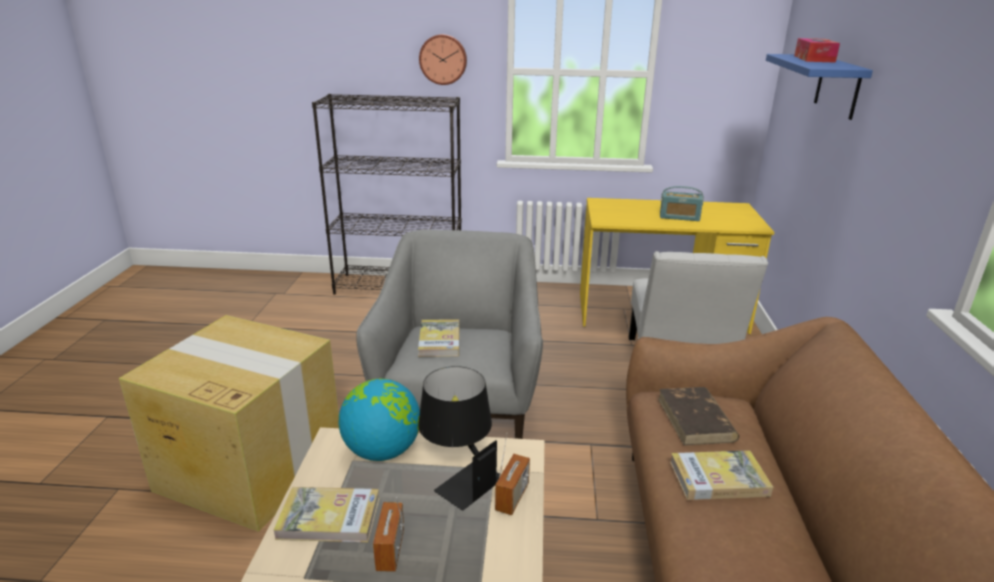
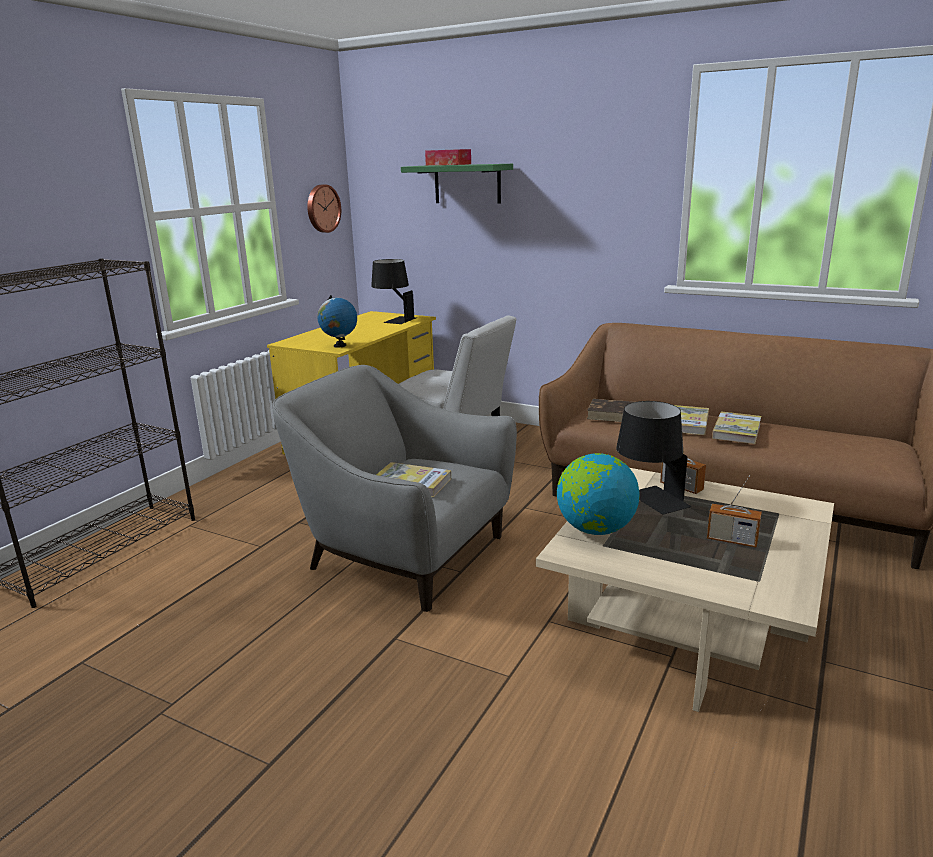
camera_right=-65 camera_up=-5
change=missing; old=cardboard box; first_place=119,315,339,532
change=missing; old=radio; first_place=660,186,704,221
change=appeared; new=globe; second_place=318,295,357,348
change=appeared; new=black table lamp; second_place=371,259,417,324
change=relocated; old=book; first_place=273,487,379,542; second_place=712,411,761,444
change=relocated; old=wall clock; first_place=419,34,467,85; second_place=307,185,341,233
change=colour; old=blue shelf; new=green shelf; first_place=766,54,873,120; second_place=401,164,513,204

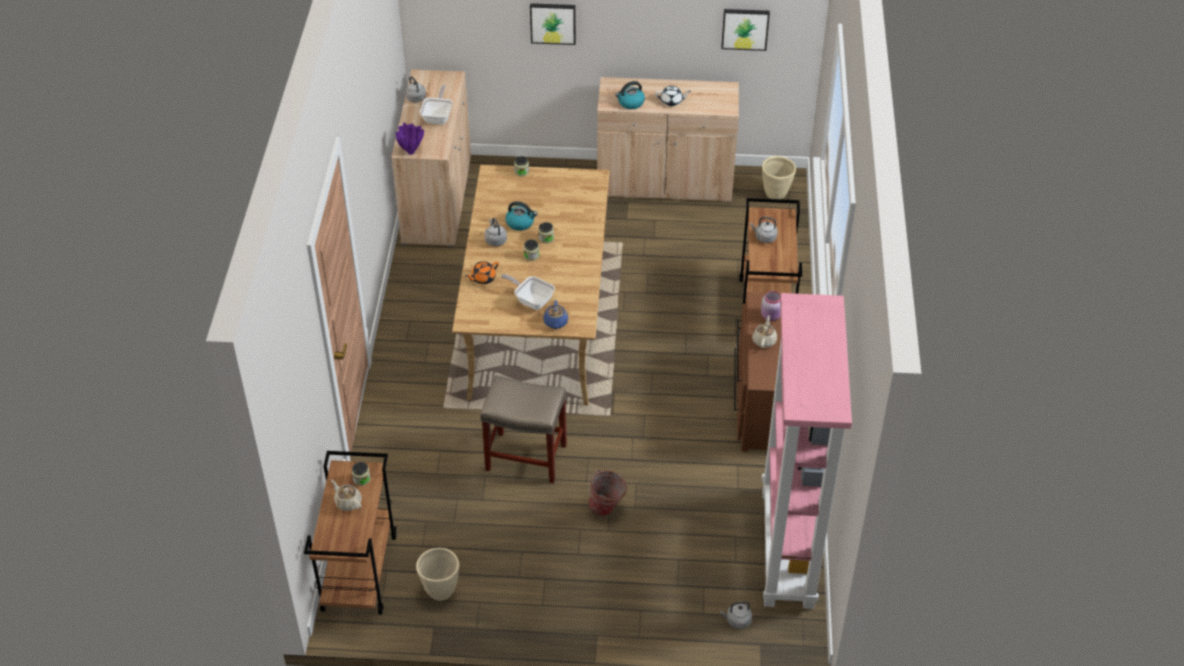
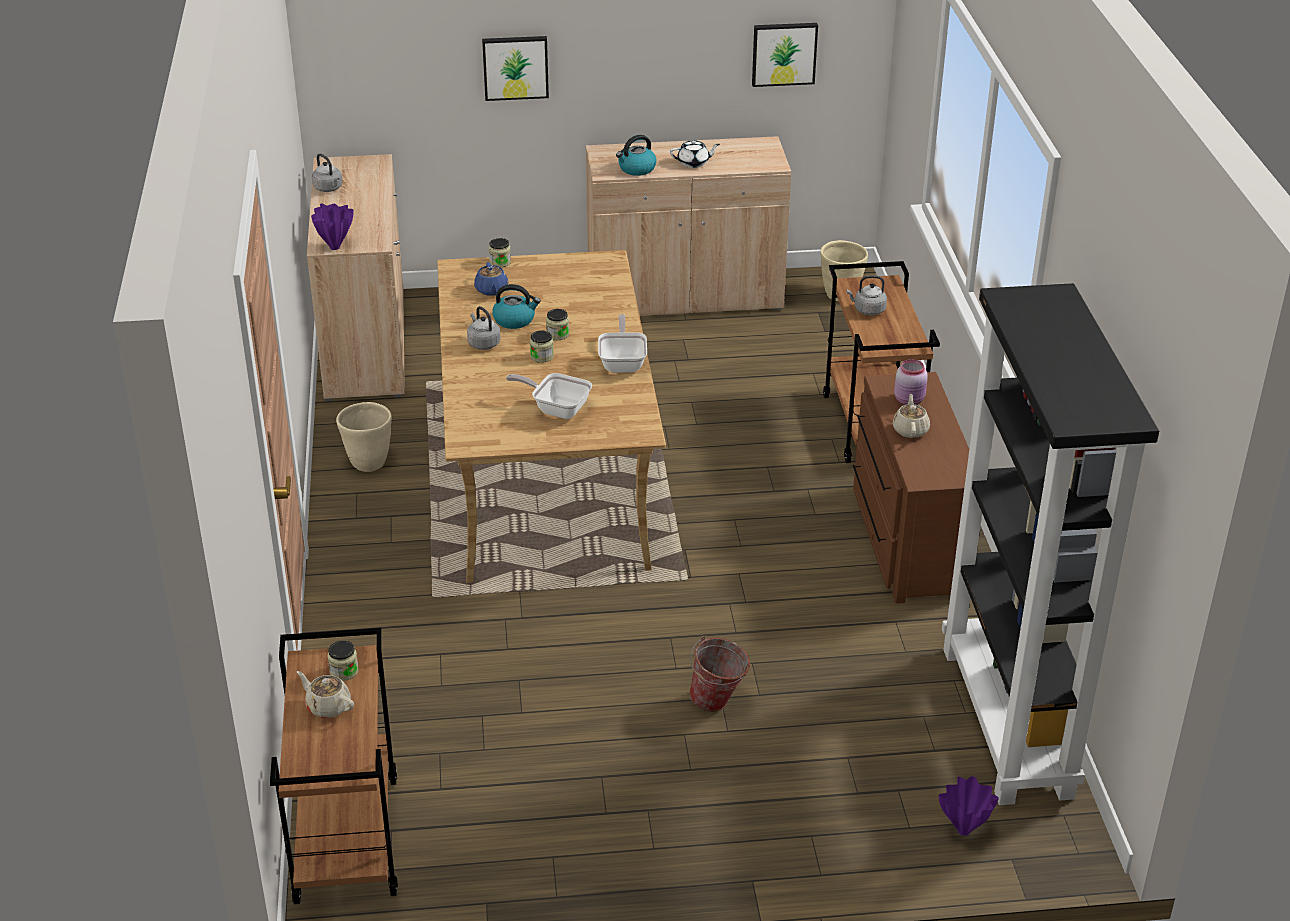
camera_right=-10 camera_up=-10
change=missing; old=orange teapot; first_place=466,261,499,284
change=missing; old=beige stool; first_place=480,375,567,484
change=relocated; old=beige planter; first_place=416,548,459,601; second_place=336,402,392,472
change=relocated; old=frying pan; first_place=420,85,453,125; second_place=598,314,647,373
change=relocated; old=blue teapot; first_place=543,300,569,329; second_place=474,262,508,296
change=exchanged; old=grey kettle; new=purple vase; first_place=720,601,752,629; second_place=939,776,999,836
change=colour; old=pink bookcase; new=black bookcase; first_place=762,293,852,609; second_place=942,283,1159,805

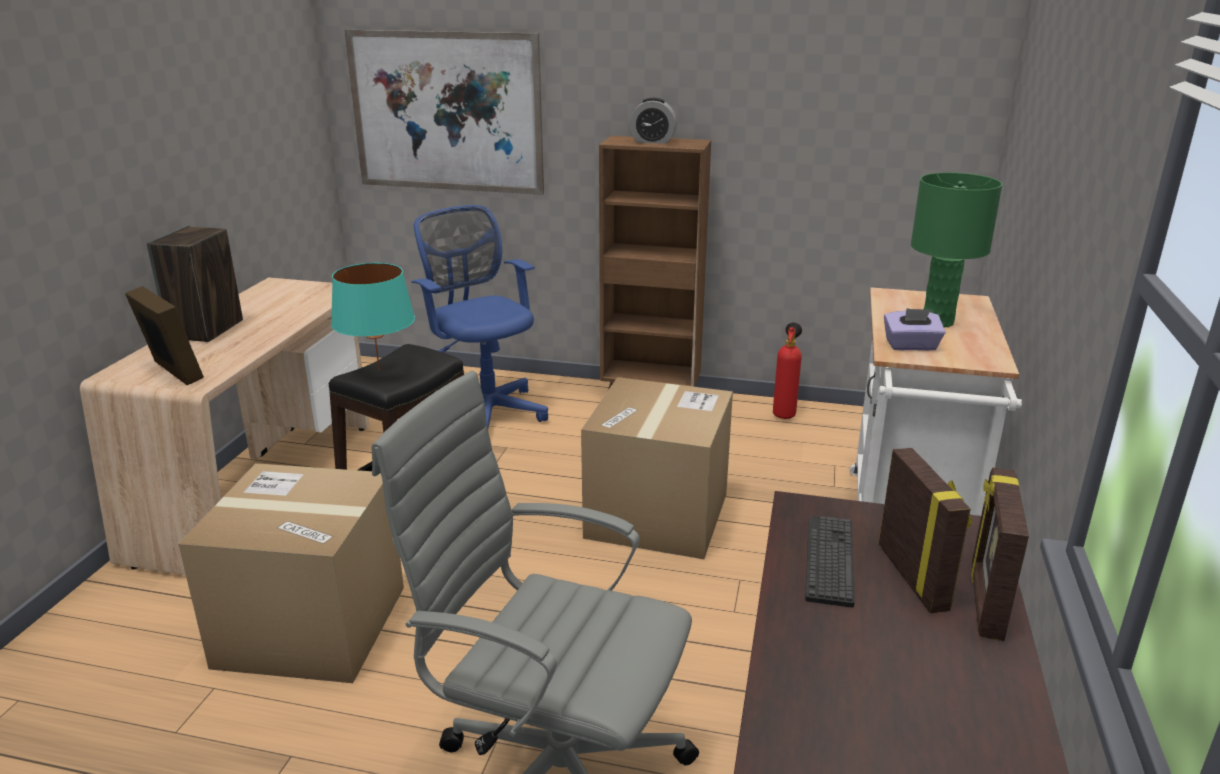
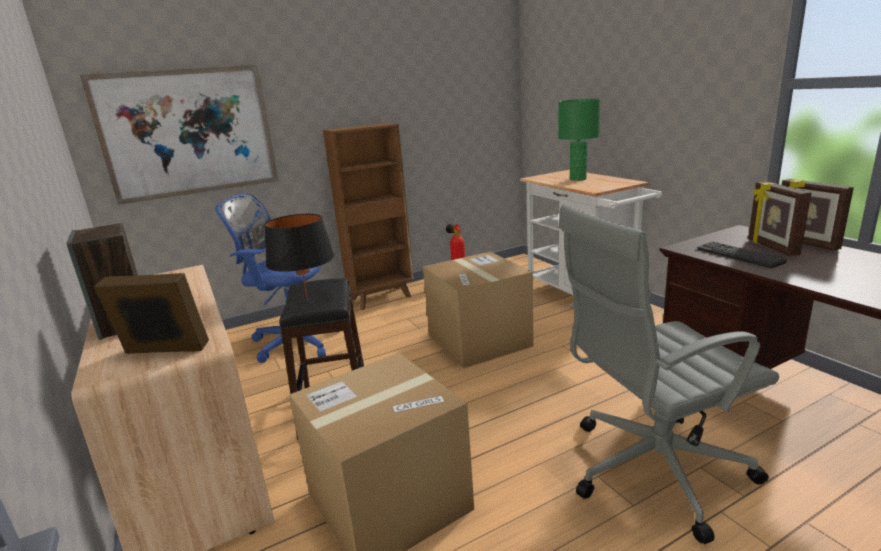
camera_right=-40 camera_up=-5
change=missing; old=alarm clock; first_place=630,98,677,144
change=missing; old=purple tissue box; first_place=884,308,946,351
change=colour; old=turquoise table lamp; new=black table lamp; first_place=331,263,415,370; second_place=264,214,334,301
change=spun; old=picture frame; first_place=879,448,972,613; second_place=748,181,811,256; degrees=-135

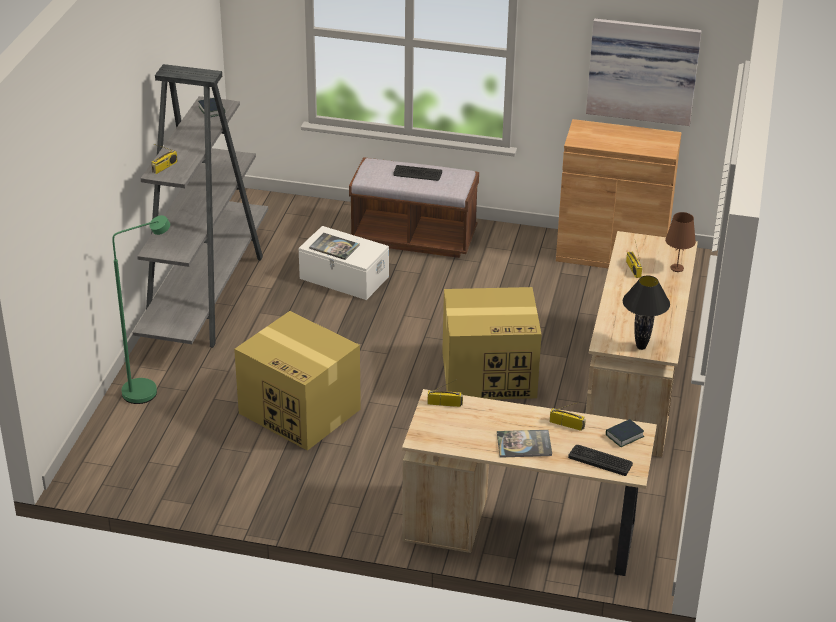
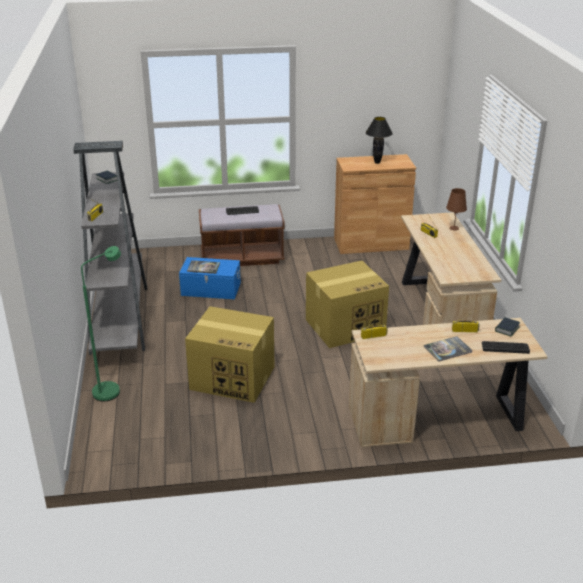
camera_right=-20 camera_up=-5
change=missing; old=picture; first_place=586,18,702,126
change=relocated; old=black table lamp; first_place=623,275,670,350; second_place=366,117,393,164
change=colour; old=white storage box; new=blue storage box; first_place=299,226,389,300; second_place=179,257,241,299

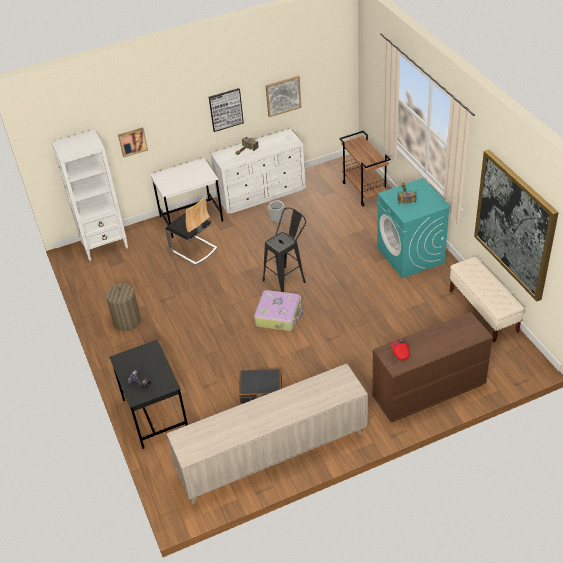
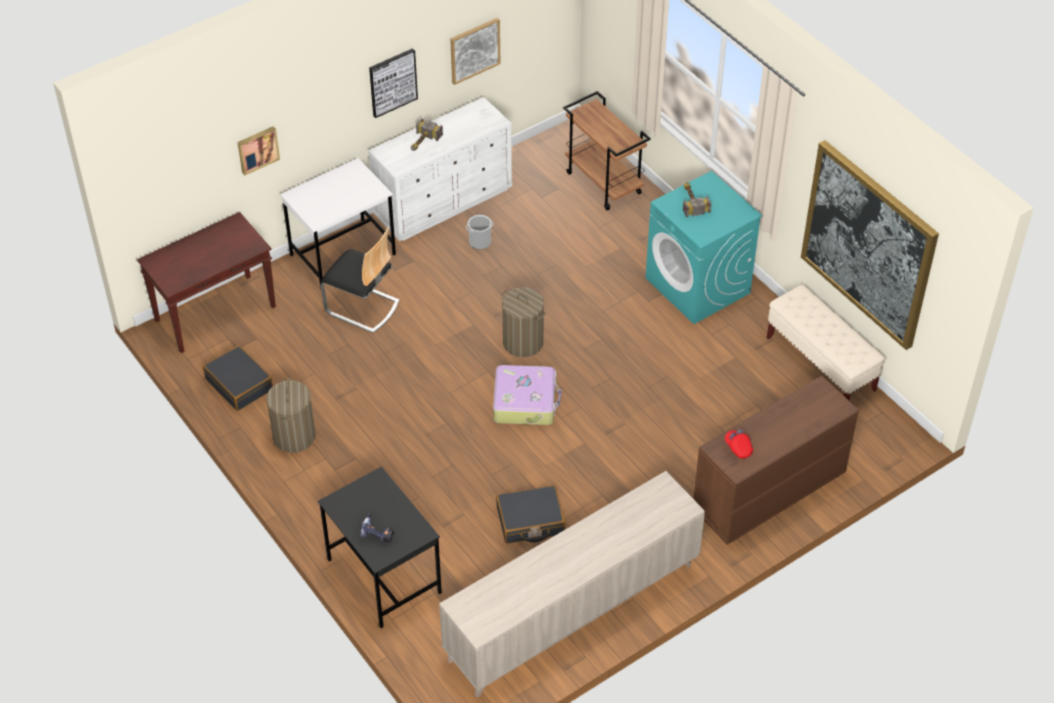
camera_right=-15 camera_up=5
change=appeared; new=black suitcase; second_place=203,345,273,411
change=exchanged; old=white bookcase; new=brown console table; first_place=51,130,128,261; second_place=137,212,276,353
change=exchanged; old=black stool; new=laundry basket; first_place=263,207,306,292; second_place=501,287,546,357

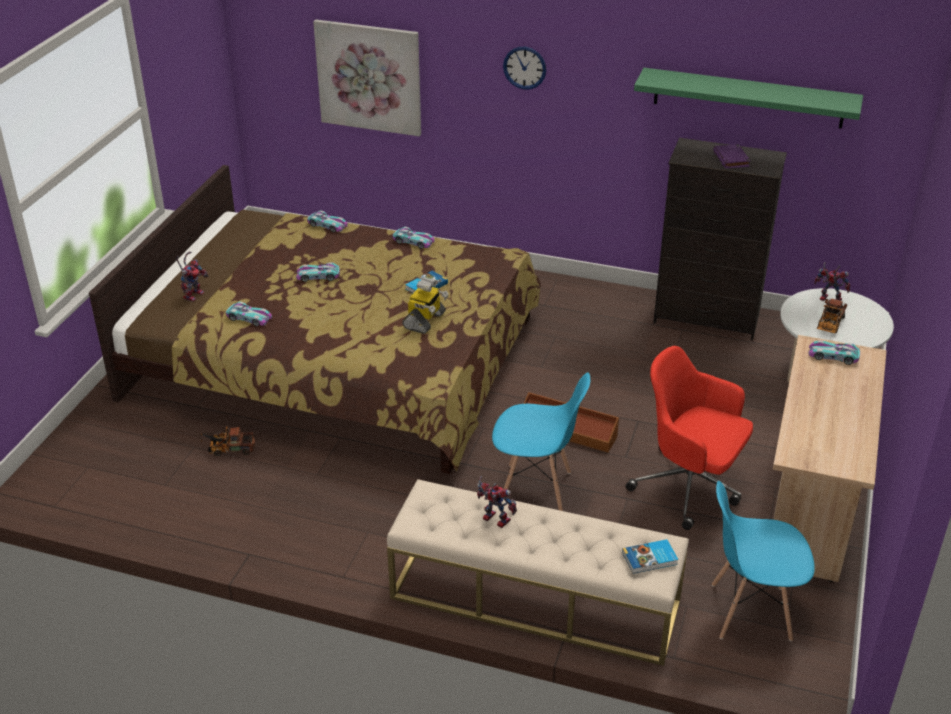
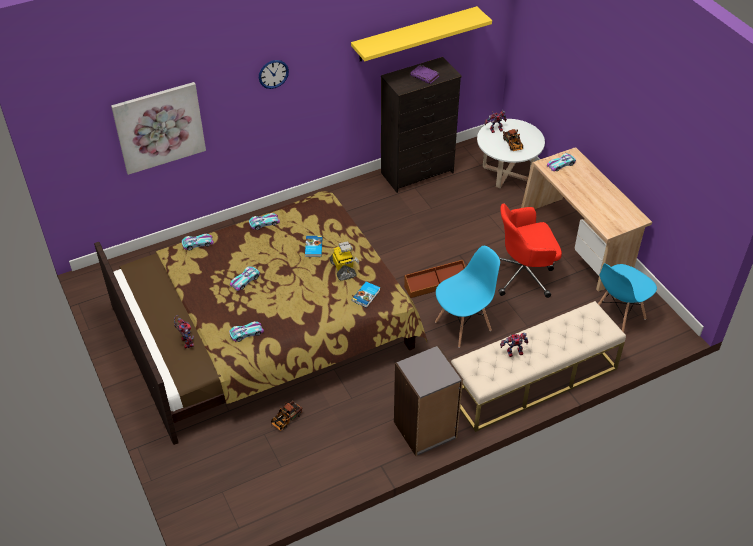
camera_right=-45 camera_up=10
change=appeared; new=grey bookcase; second_place=394,345,463,456
change=relocated; old=book; first_place=622,539,678,574; second_place=352,282,380,308
change=colour; old=green shelf; new=yellow shelf; first_place=634,68,863,129; second_place=351,6,492,61

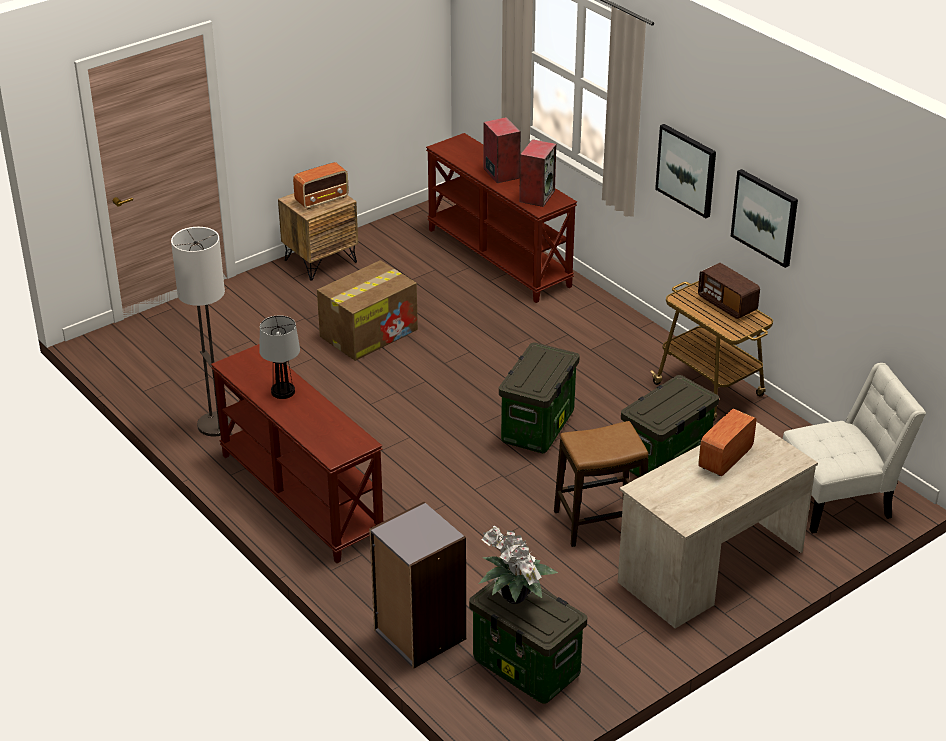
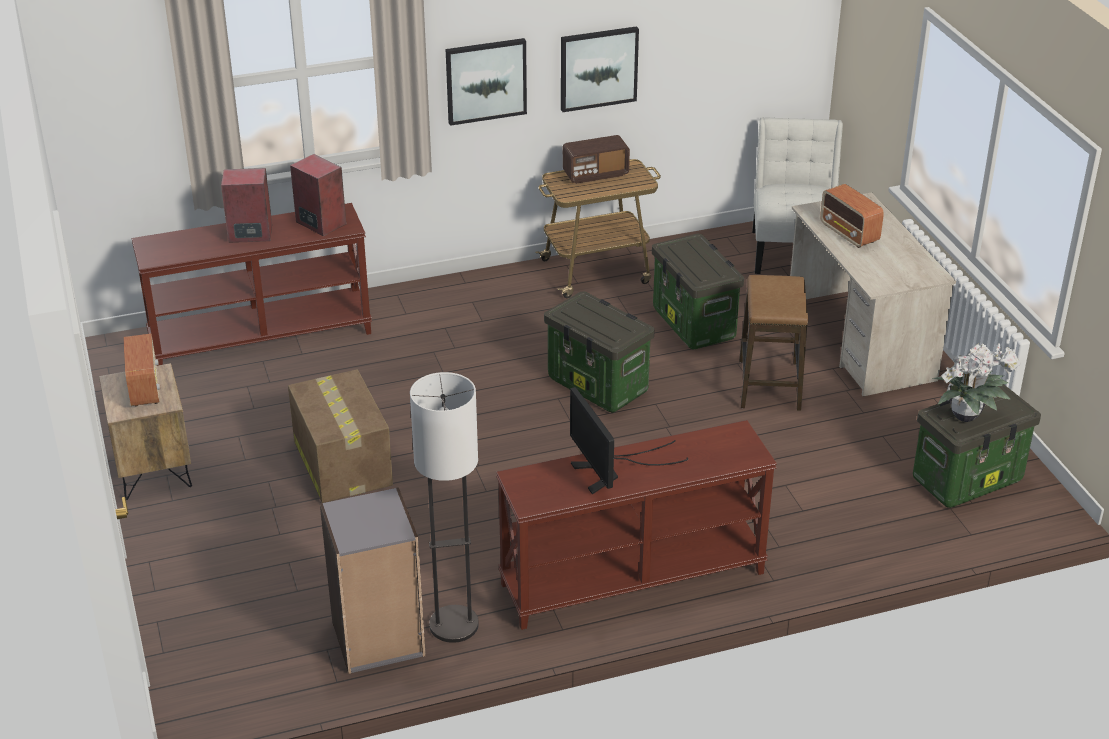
camera_right=-70 camera_up=0
change=relocated; old=grey bookcase; first_place=369,502,466,668; second_place=320,487,426,674
change=exchanged; old=table lamp; new=monitor; first_place=259,315,300,399; second_place=570,387,689,494

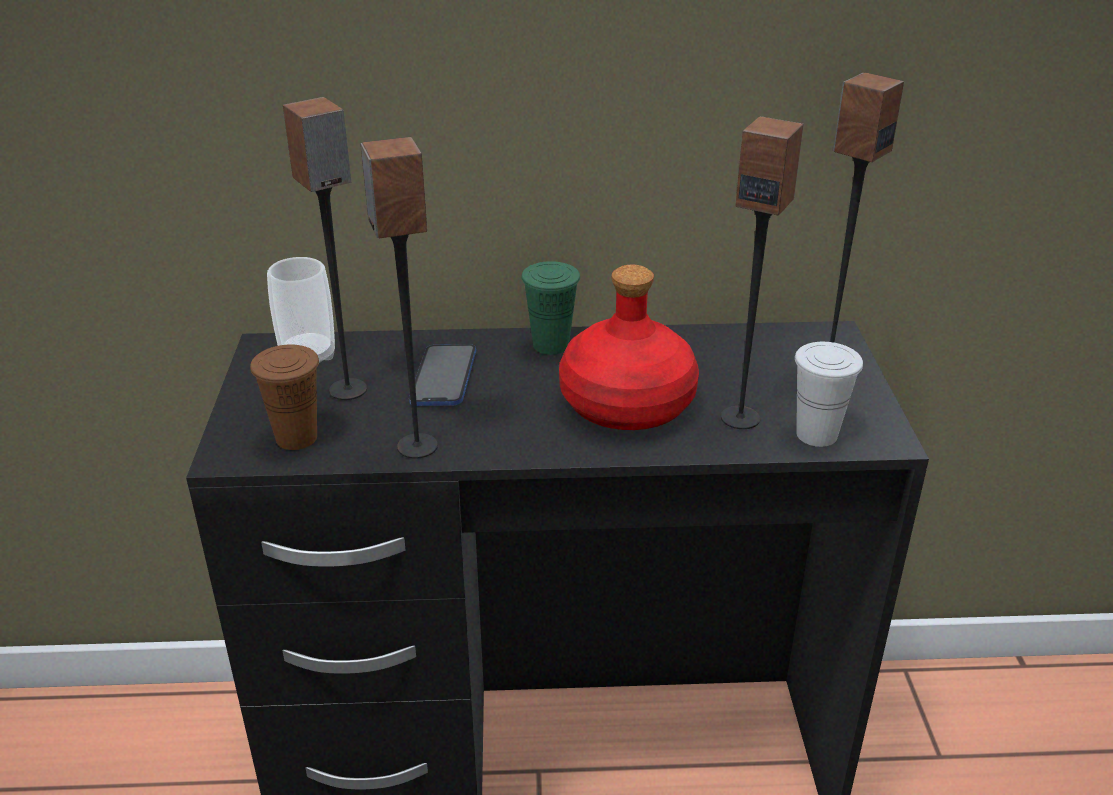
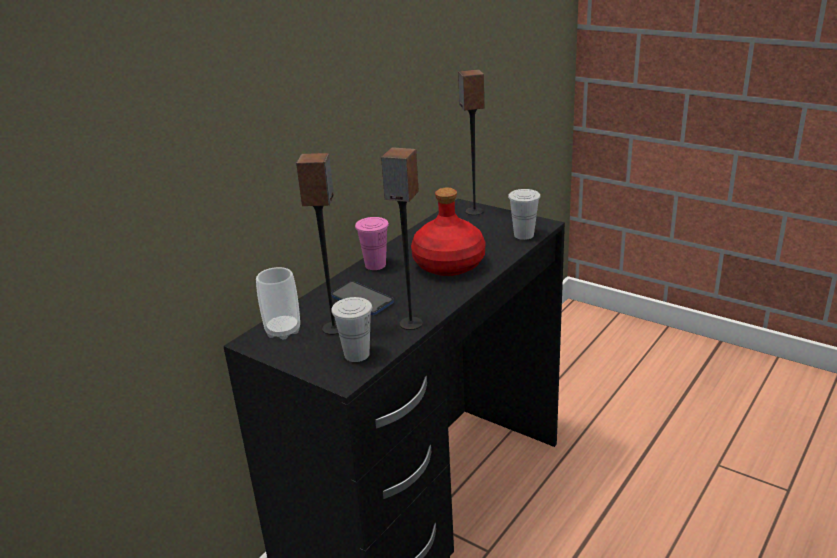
camera_right=-50 camera_up=-5
change=missing; old=speaker; first_place=721,116,804,429
change=colour; old=brown cup; new=white cup; first_place=250,345,319,450; second_place=331,297,372,362
change=colour; old=green cup; new=pink cup; first_place=521,261,580,355; second_place=355,217,389,270

